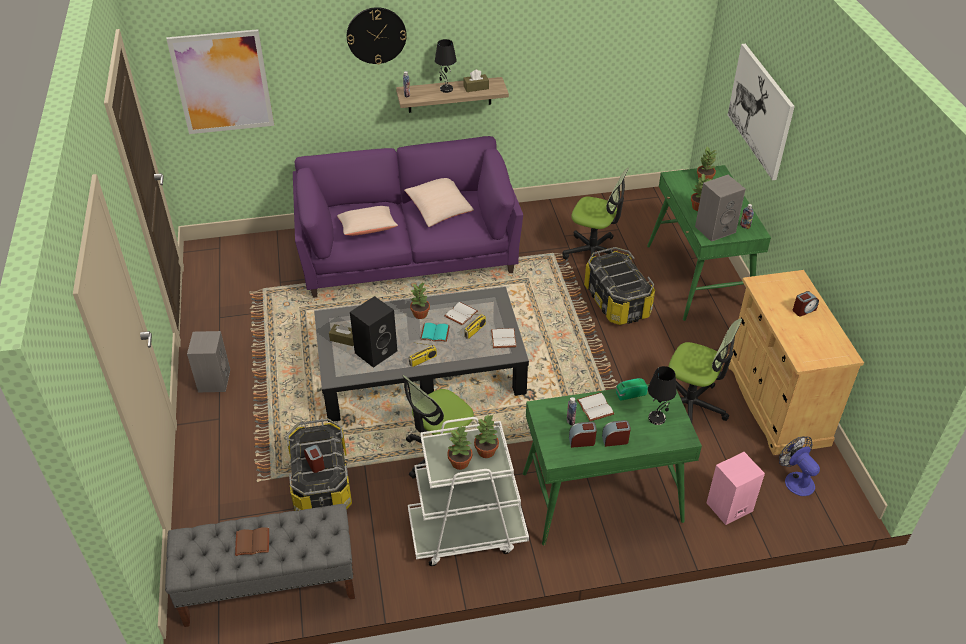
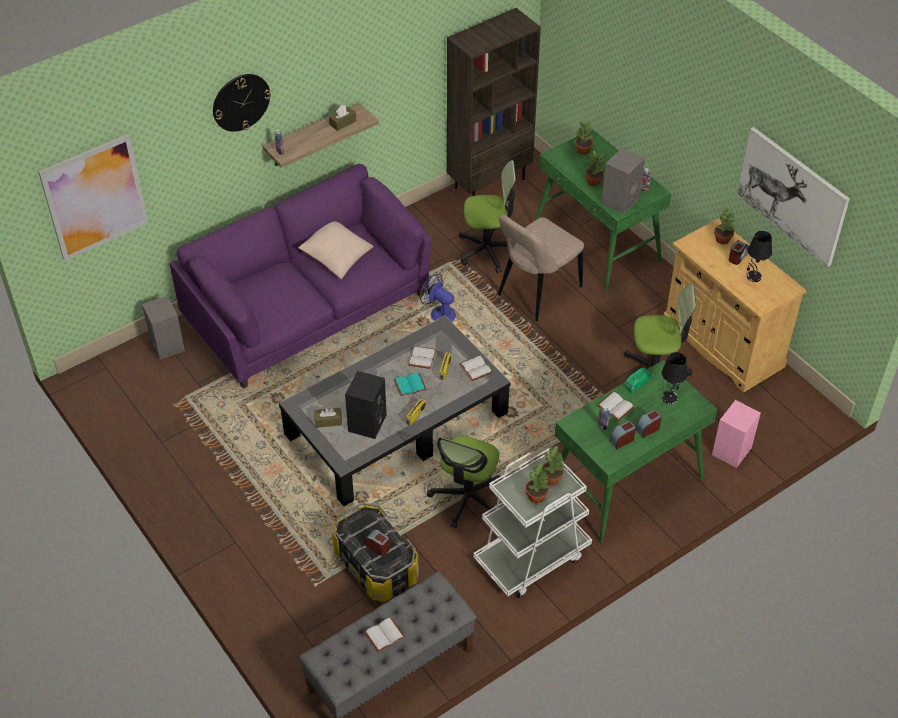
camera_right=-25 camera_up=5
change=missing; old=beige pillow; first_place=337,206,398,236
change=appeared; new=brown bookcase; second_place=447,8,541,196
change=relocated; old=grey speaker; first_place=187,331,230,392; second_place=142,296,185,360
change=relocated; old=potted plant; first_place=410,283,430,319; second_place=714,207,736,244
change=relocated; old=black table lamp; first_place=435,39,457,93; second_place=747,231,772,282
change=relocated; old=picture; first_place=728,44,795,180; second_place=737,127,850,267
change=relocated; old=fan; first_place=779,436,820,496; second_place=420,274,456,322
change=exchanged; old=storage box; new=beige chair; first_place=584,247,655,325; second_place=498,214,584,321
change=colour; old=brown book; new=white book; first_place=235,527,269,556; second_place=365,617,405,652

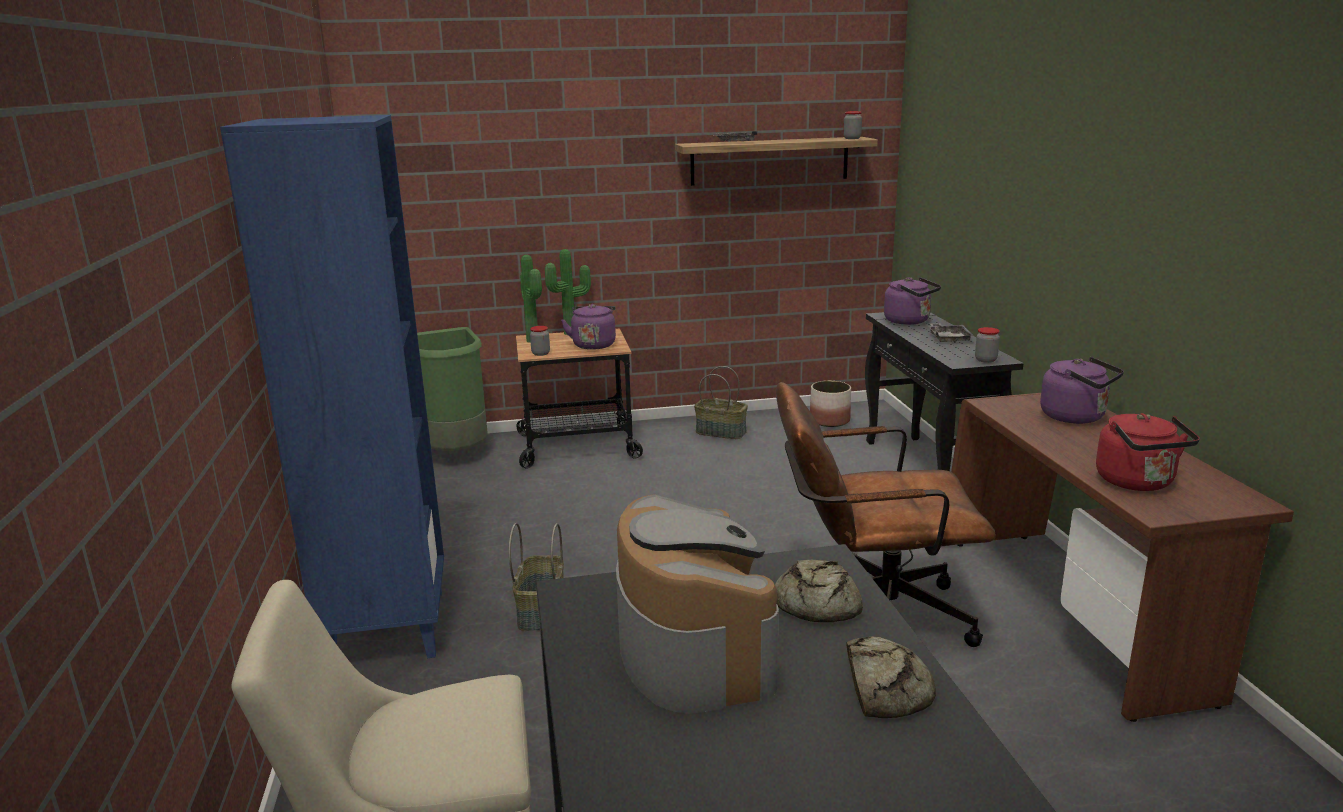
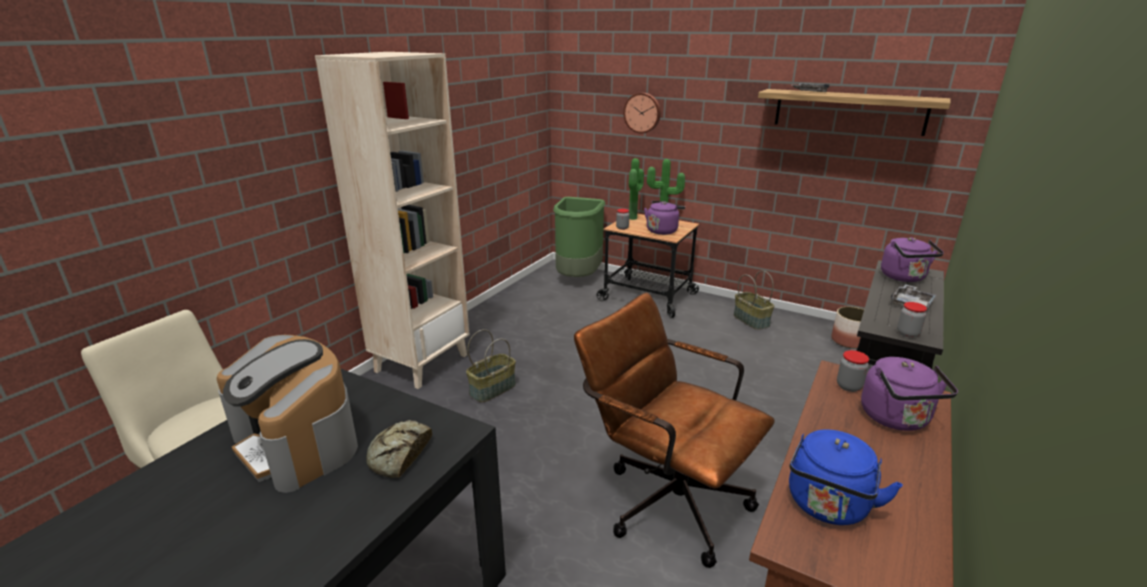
camera_right=40 camera_up=5
change=missing; old=bread; first_place=846,636,936,718
change=appeared; new=wall clock; second_place=623,93,661,133
change=relocated; old=jar; first_place=843,111,862,139; second_place=837,350,869,392
change=colour; old=blue bookcase; new=beige bookcase; first_place=220,115,444,658; second_place=315,52,470,389
change=colour; old=red kettle; new=blue kettle; first_place=1096,413,1200,491; second_place=789,429,903,525
change=spun; old=coffee machine; first_place=616,494,779,714; second_place=217,335,358,493; degrees=105

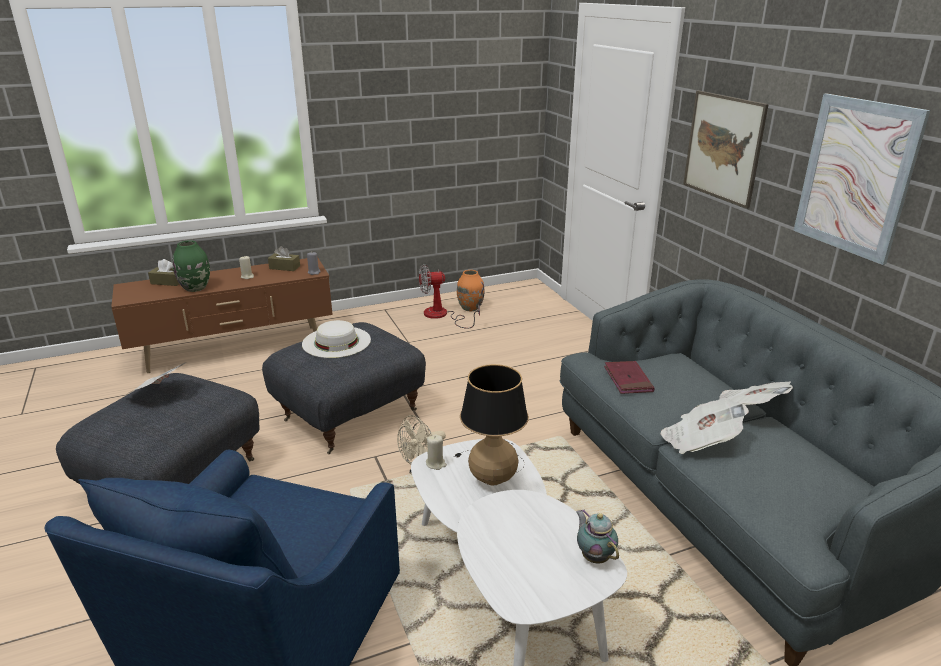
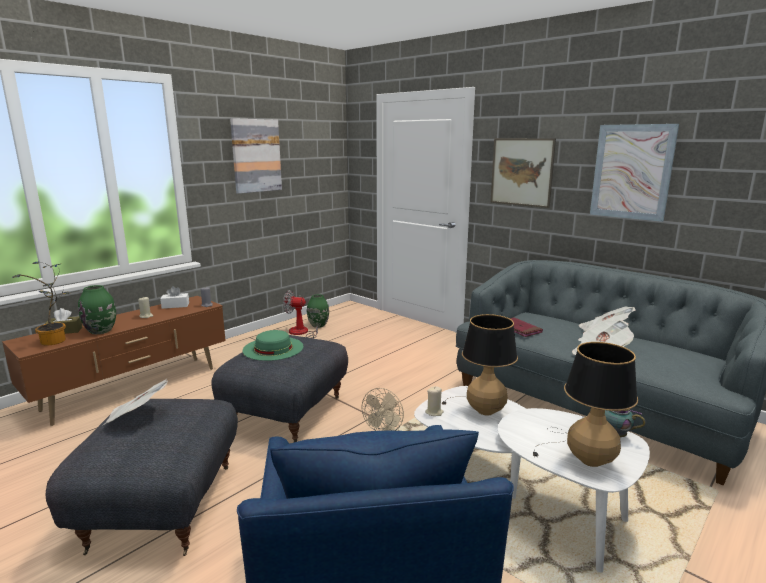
camera_right=-25 camera_up=-10
change=appeared; new=potted plant; second_place=12,261,70,346
change=appeared; new=picture; second_place=230,118,282,194
change=appeared; new=table lamp; second_place=533,342,638,467
change=colour; old=brown tissue box; new=white tissue box; first_place=268,246,300,271; second_place=160,286,189,309
change=colour; old=white hat; new=green hat; first_place=302,320,371,358; second_place=242,330,304,361
change=colour; old=orange vase; new=green vase; first_place=457,270,484,311; second_place=307,294,329,328
change=spun; old=fan; first_place=419,264,480,329; second_place=283,290,318,339; degrees=45

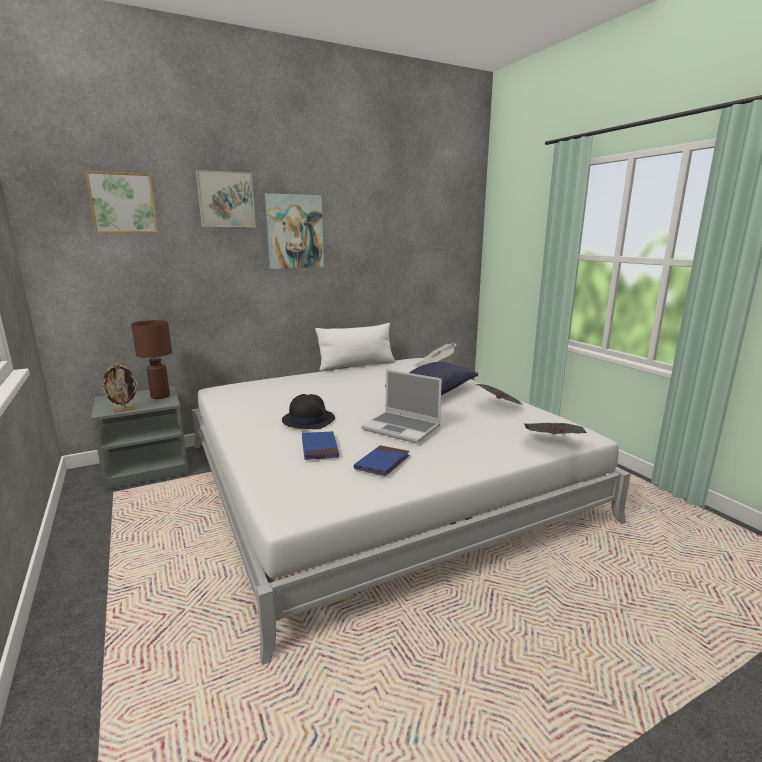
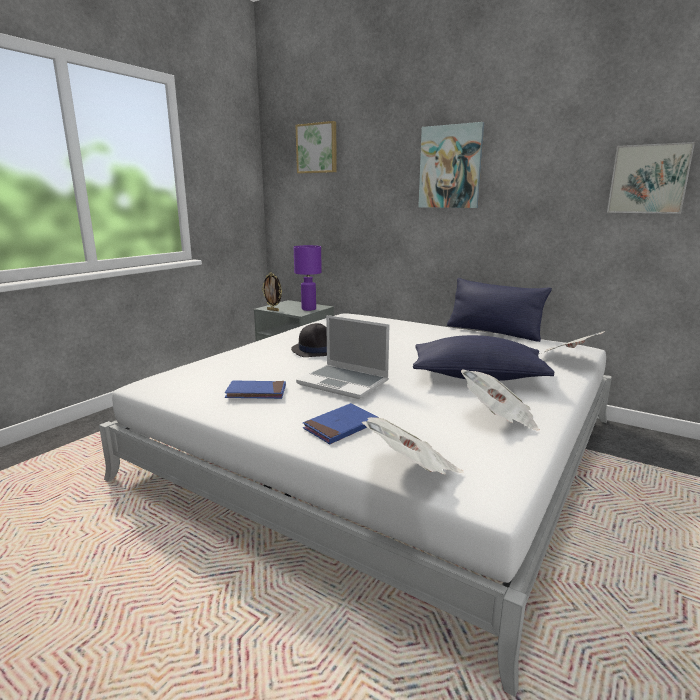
camera_right=60 camera_up=0
change=relocated; old=picture; first_place=196,170,256,227; second_place=607,142,695,214
change=relocated; old=blue book; first_place=302,431,339,460; second_place=303,403,379,444
change=colour; old=brown table lamp; new=purple table lamp; first_place=131,320,172,399; second_place=294,245,322,311
change=colour; old=white pillow; new=blue pillow; first_place=315,323,395,371; second_place=447,278,552,342
change=spun; old=laptop; first_place=361,369,442,443; second_place=296,315,390,399; degrees=-60

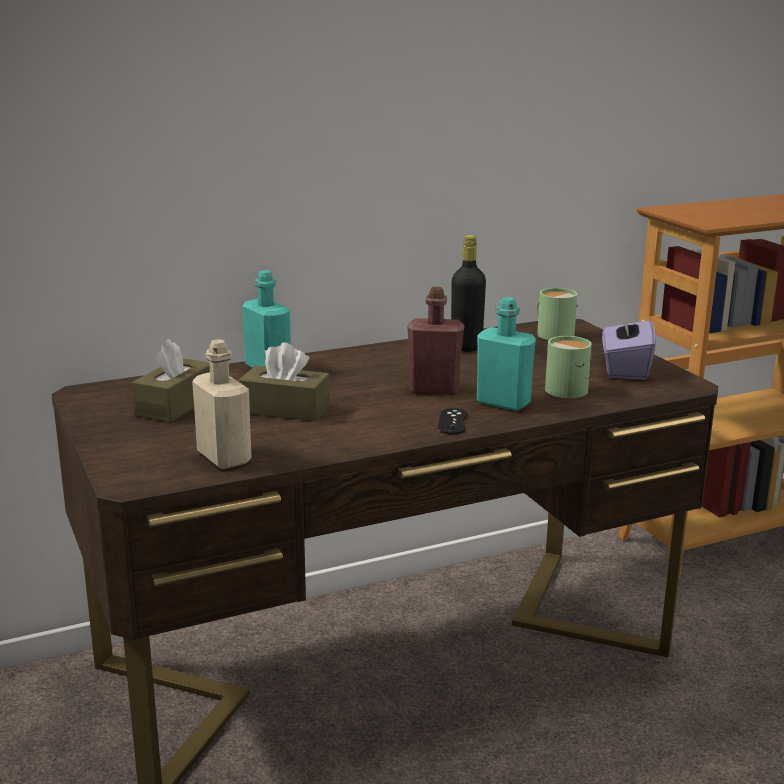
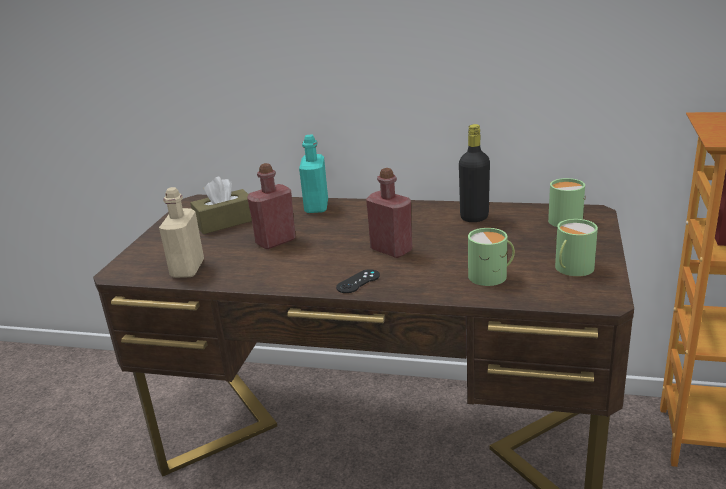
camera_right=40 camera_up=5
change=missing; old=turquoise bottle; first_place=477,297,536,411
change=exchanged; old=brown tissue box; new=red bottle; first_place=238,342,330,421; second_place=247,163,296,249
change=exchanged; old=purple tissue box; new=green mug; first_place=602,307,656,380; second_place=555,219,598,277

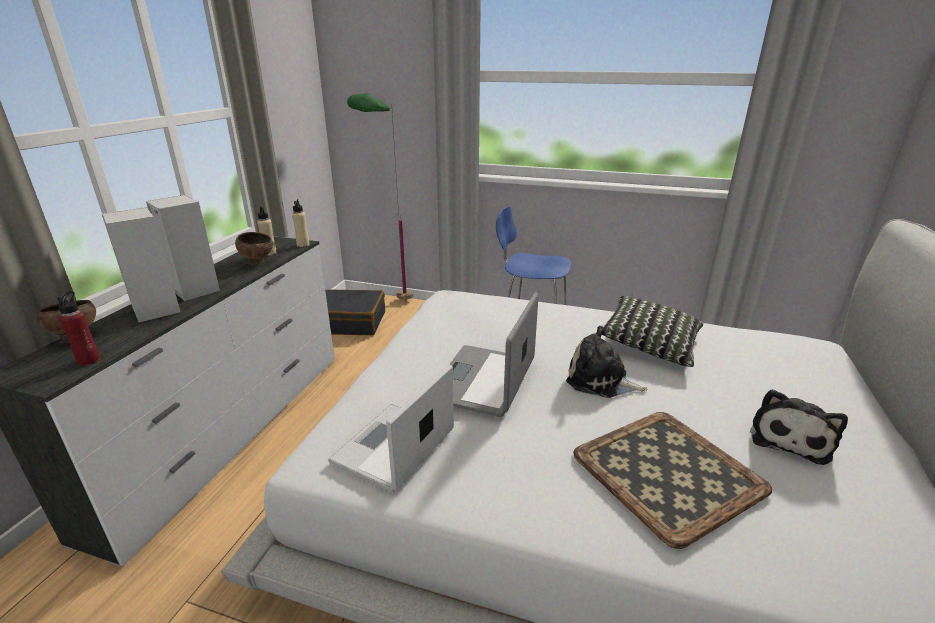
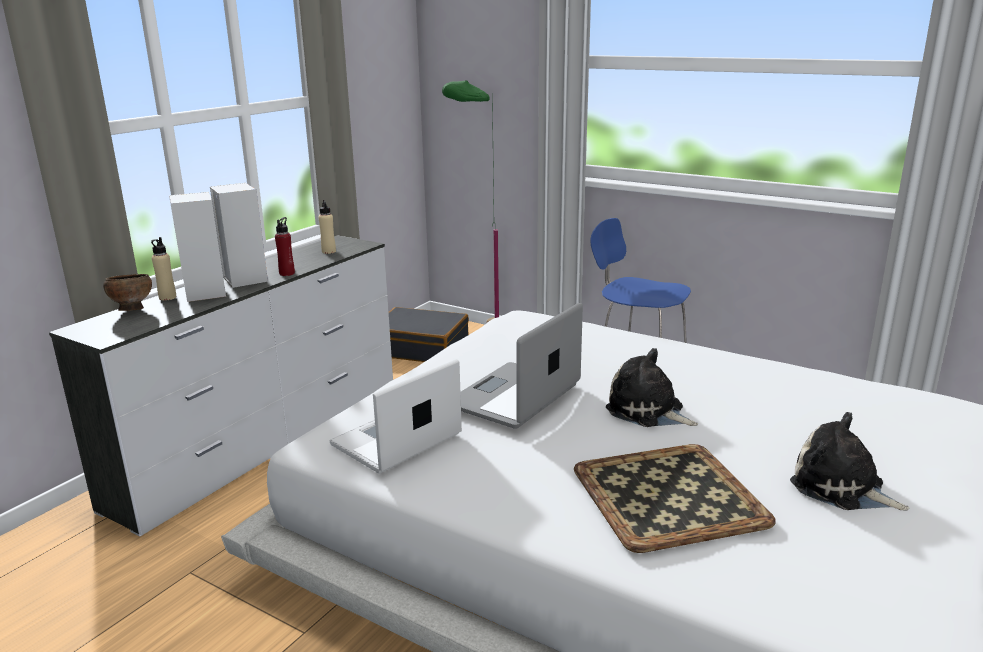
camera_right=15 camera_up=-5
change=missing; old=brown bowl; first_place=235,232,273,266
change=missing; old=pillow; first_place=602,296,703,367
change=relocated; old=red bottle; first_place=57,291,101,366; second_place=275,217,295,276
change=relocated; old=beige bottle; first_place=292,199,310,247; second_place=151,237,176,300
change=spun; old=plush toy; first_place=750,389,848,465; second_place=790,412,909,510; degrees=90

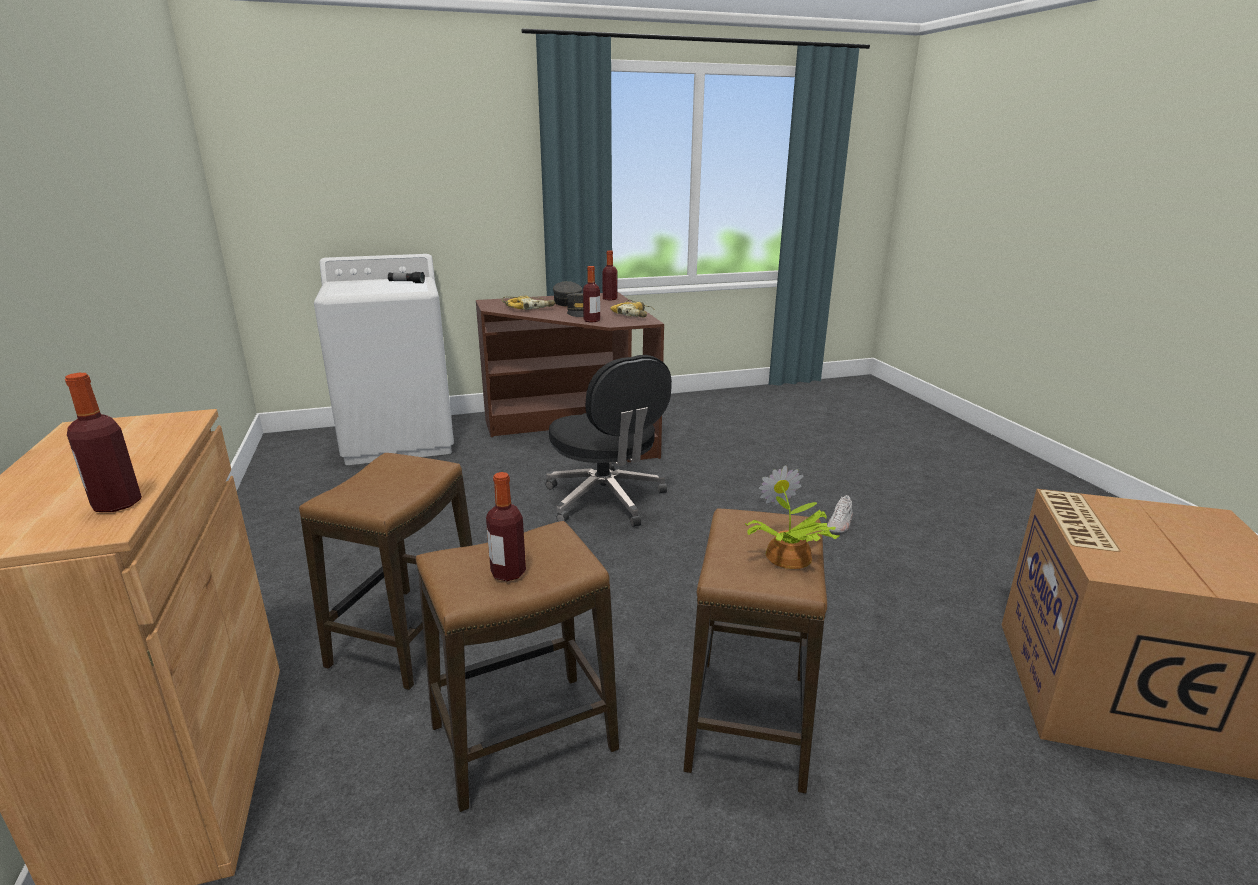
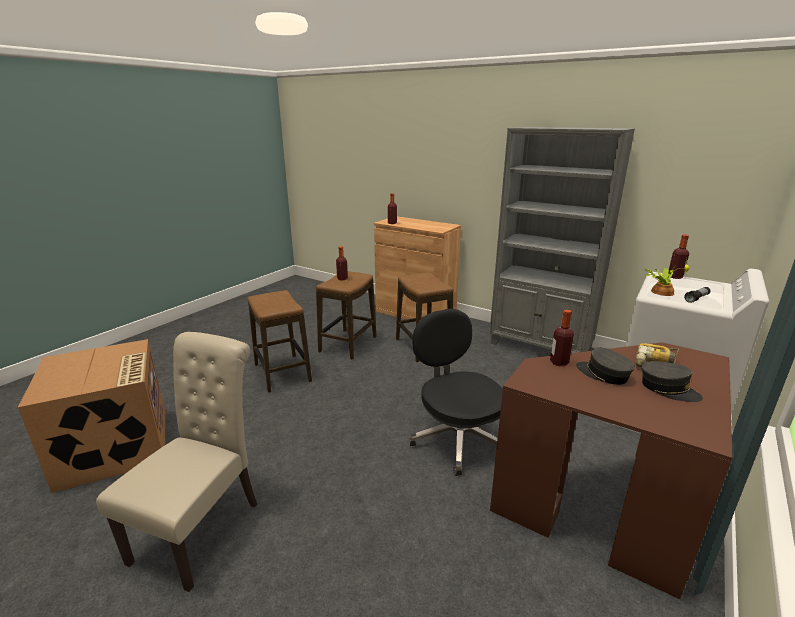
camera_right=140 camera_up=0
change=missing; old=power drill; first_place=610,300,655,318
change=missing; old=white shoe; first_place=827,495,853,533
change=appeared; new=beige chair; second_place=96,332,257,592
change=appeared; new=grey bookcase; second_place=490,127,635,353
change=relocated; old=bottle; first_place=602,251,617,300; second_place=669,235,689,279
change=relocated; old=potted plant; first_place=745,465,840,569; second_place=645,258,689,296
change=spun; old=black office chair; first_place=545,355,672,527; second_place=409,309,503,476; degrees=45

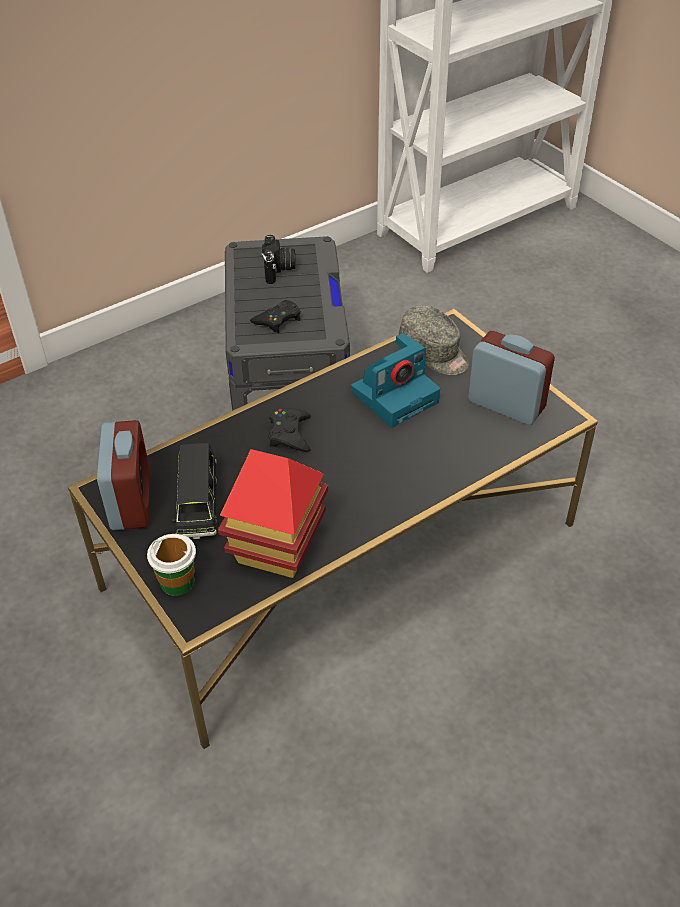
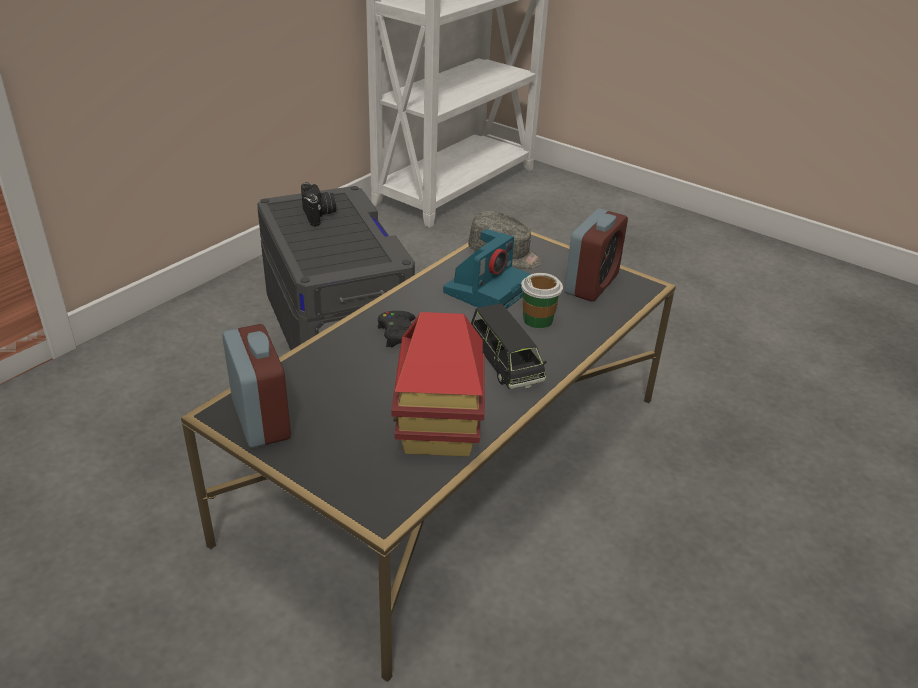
camera_right=-20 camera_up=-10
change=missing; old=black game controller; first_place=250,300,300,333
change=relocated; old=cup; first_place=147,534,196,596; second_place=521,273,563,328
change=relocated; old=black toy car; first_place=171,443,218,539; second_place=471,303,546,389
change=spun; old=alarm clock; first_place=468,331,555,425; second_place=564,209,628,302; degrees=105

